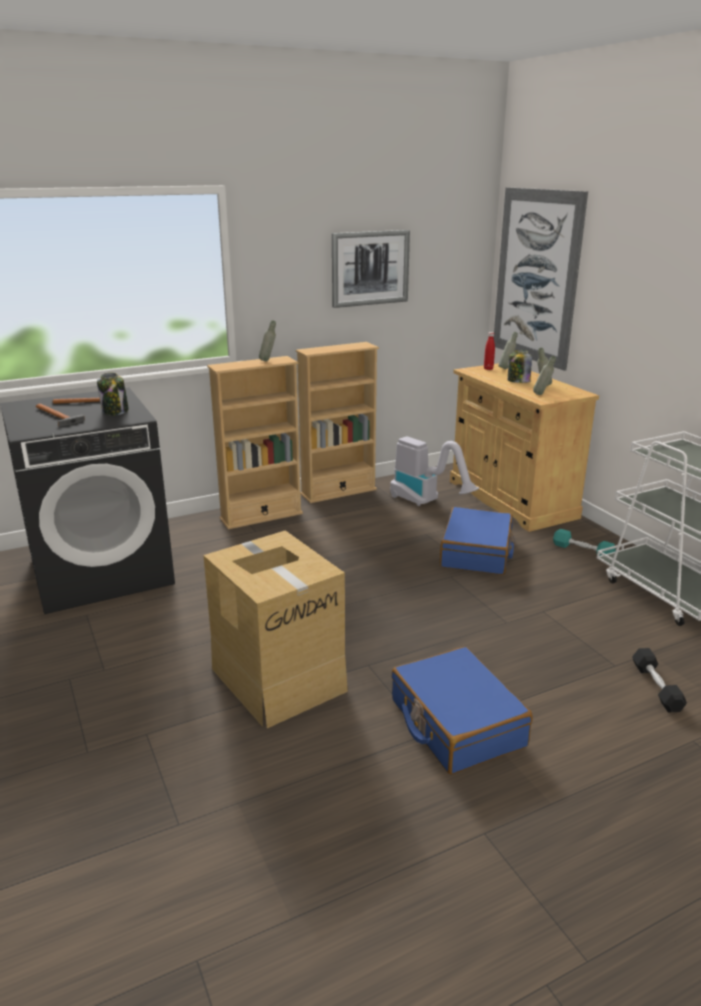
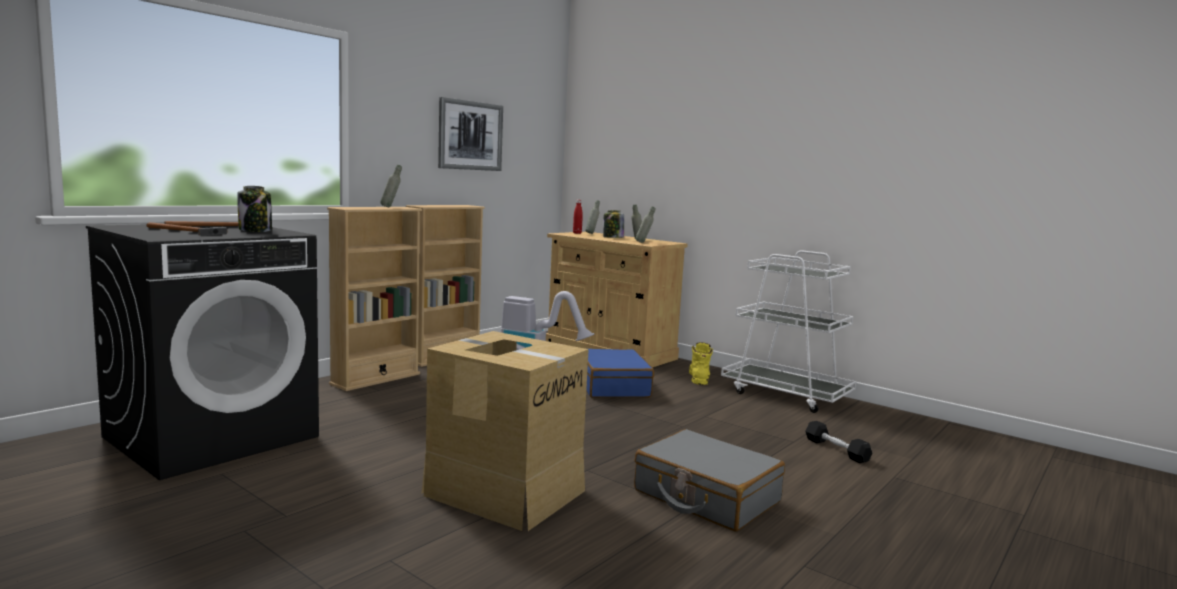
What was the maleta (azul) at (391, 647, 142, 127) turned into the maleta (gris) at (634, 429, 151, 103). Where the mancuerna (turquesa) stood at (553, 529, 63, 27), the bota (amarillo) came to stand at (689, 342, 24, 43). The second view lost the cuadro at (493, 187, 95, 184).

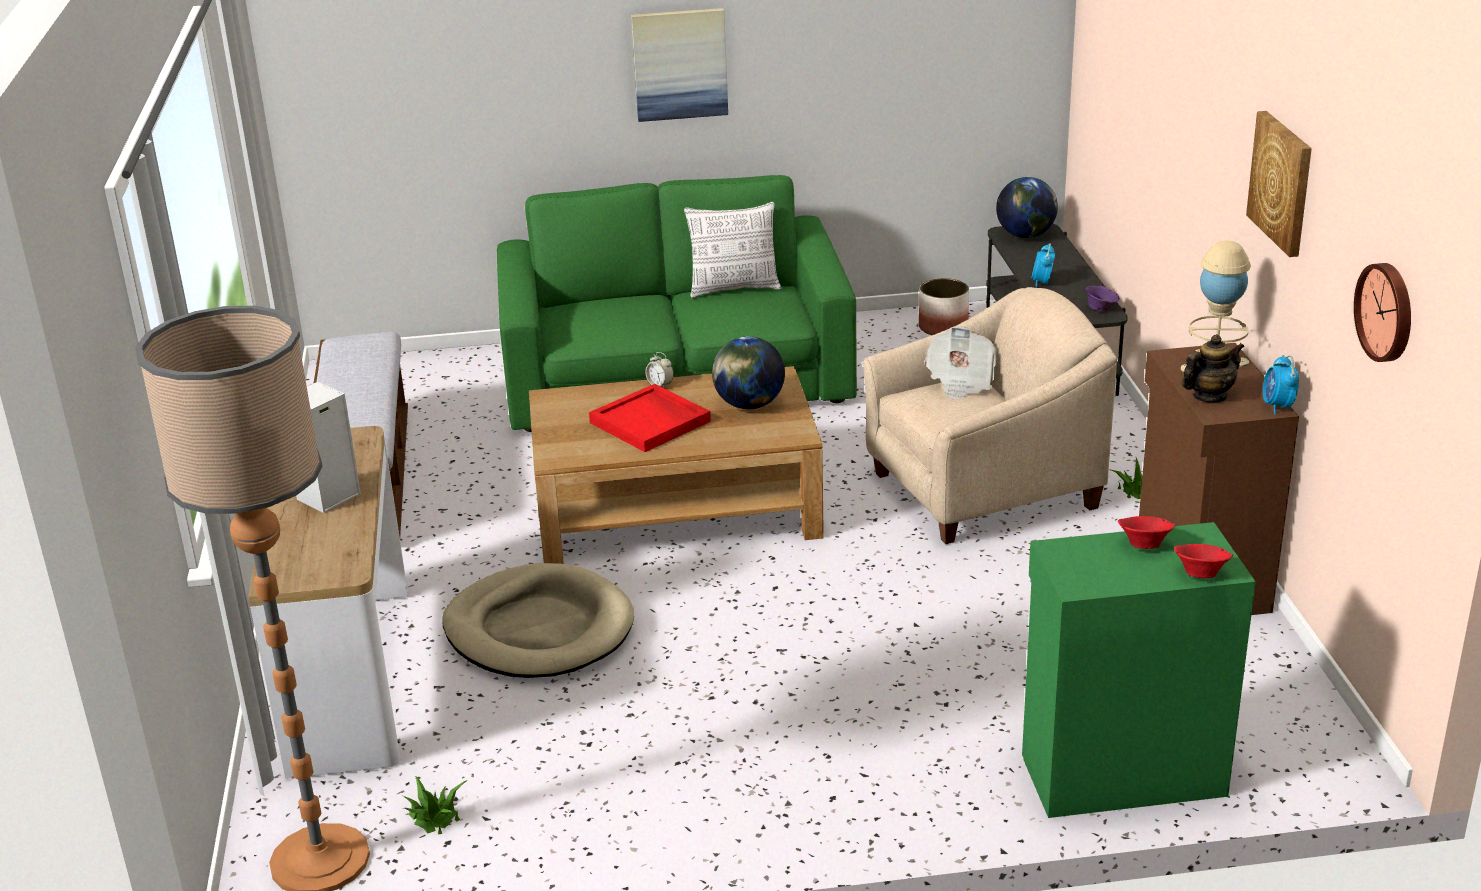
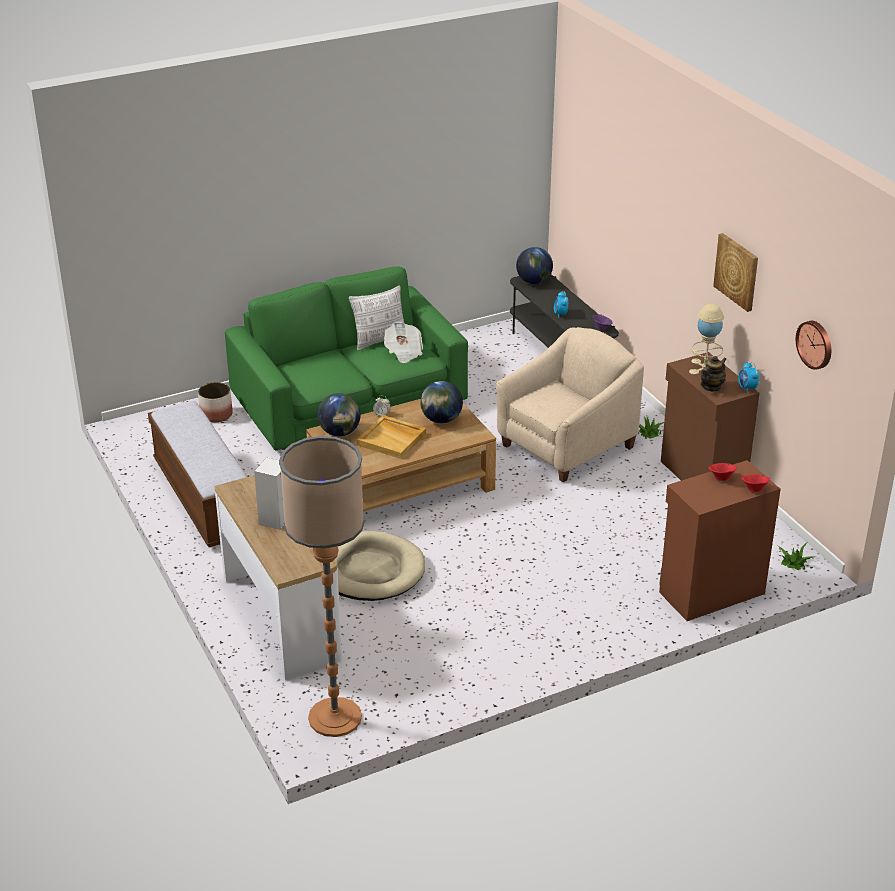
The maceta ended up elsewhere, having gone from (919, 278, 50, 57) to (198, 382, 35, 40). The second view gained the globo terráqueo at (317, 393, 44, 43). What was the bandeja (rojo) at (589, 384, 122, 68) turned into the bandeja (beis) at (357, 415, 69, 44). The periódico ended up elsewhere, having gone from (925, 326, 72, 73) to (384, 321, 39, 42). What was the armario (verde) at (1022, 522, 234, 296) turned into the armario (marrón) at (659, 460, 122, 161). The planta en maceta ended up elsewhere, having gone from (403, 776, 65, 59) to (778, 543, 37, 27). The second view lost the cuadro at (631, 8, 97, 114).

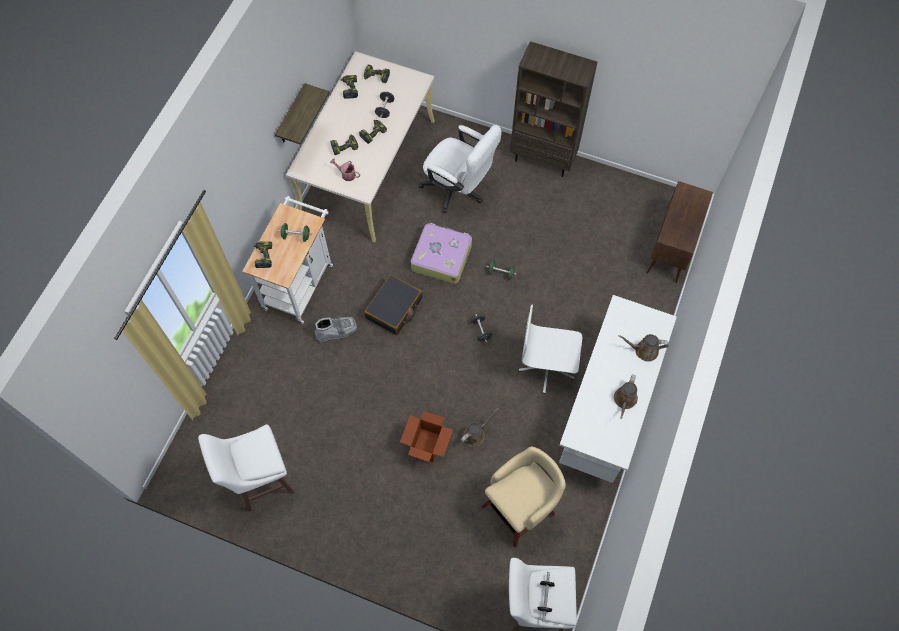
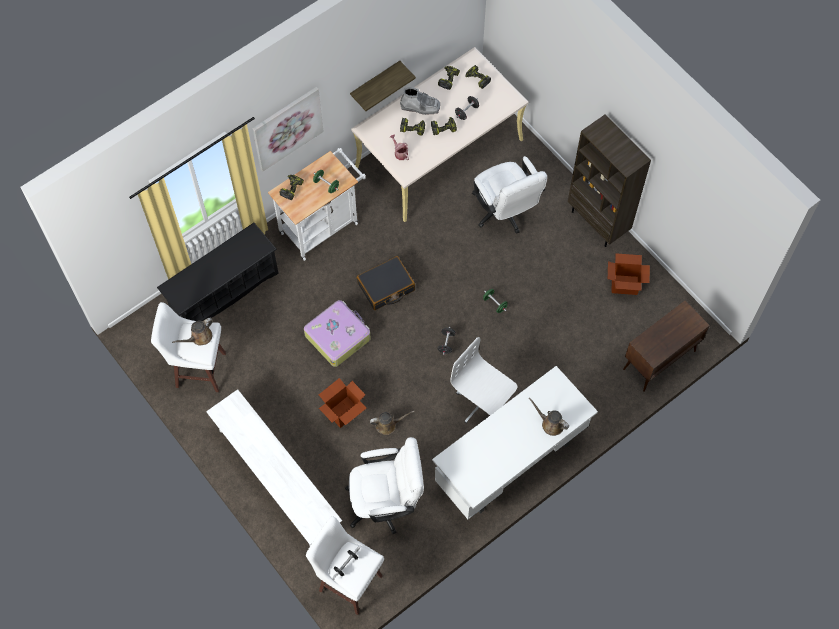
The second view gained the zapatero (negro) at (157, 223, 122, 99). The regadera (marrón) ended up elsewhere, having gone from (614, 374, 24, 45) to (172, 318, 41, 28). The second view gained the banco (blanco) at (206, 389, 136, 157). The second view gained the cuadro at (253, 87, 71, 85). The maleta ended up elsewhere, having gone from (411, 223, 61, 61) to (304, 300, 67, 67). Where the taburete (beis) stood at (482, 447, 84, 100), the silla de oficina (blanco) came to stand at (345, 437, 79, 97). The bota (gris) ended up elsewhere, having gone from (314, 317, 44, 26) to (400, 87, 40, 28). The second view gained the caja de cartón at (608, 253, 42, 42).

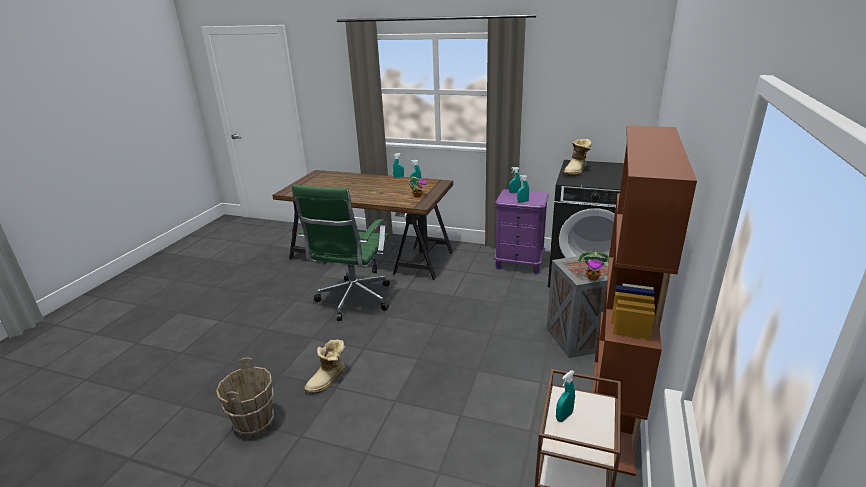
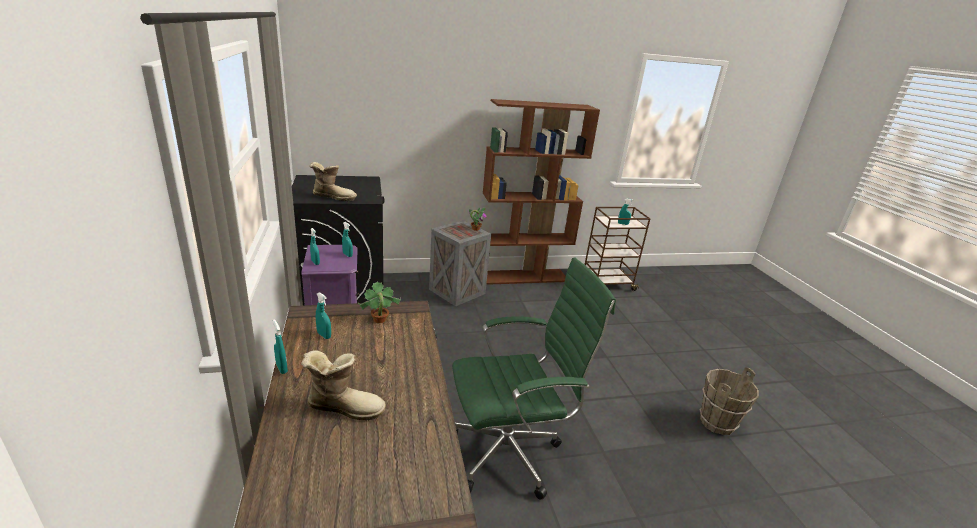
The bota ended up elsewhere, having gone from (305, 339, 40, 55) to (301, 350, 85, 70).

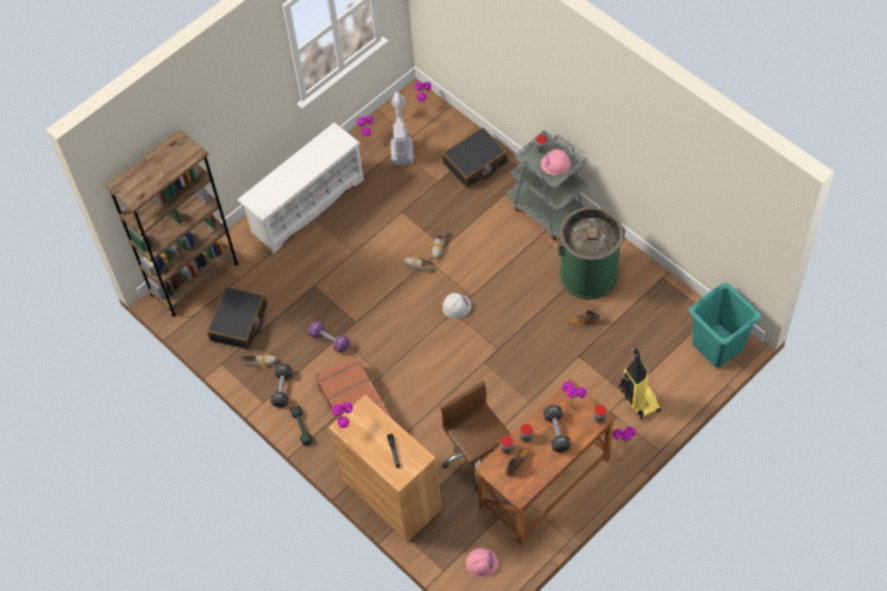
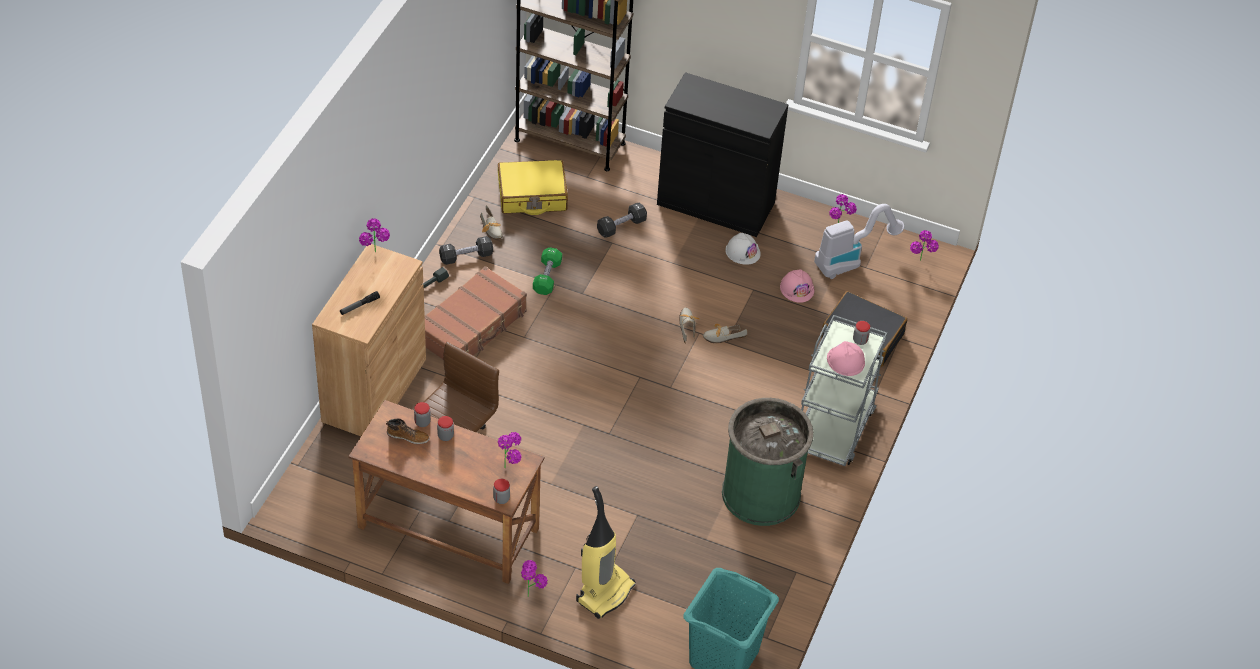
What was the maleta (negro) at (207, 287, 60, 63) turned into the maleta (amarillo) at (498, 160, 70, 55). What was the mancuerna (morado) at (308, 320, 41, 33) turned into the mancuerna (verde) at (533, 247, 29, 48). The mancuerna (negro) ended up elsewhere, having gone from (543, 404, 28, 48) to (597, 203, 50, 35). Where the zapatero (blanco) stood at (238, 122, 126, 132), the armario (negro) came to stand at (657, 72, 132, 165). The casco (blanco) ended up elsewhere, having gone from (442, 293, 30, 26) to (725, 233, 36, 32). The casco (rosa) ended up elsewhere, having gone from (466, 548, 32, 29) to (780, 269, 34, 34). The second view lost the bota at (568, 310, 32, 18).

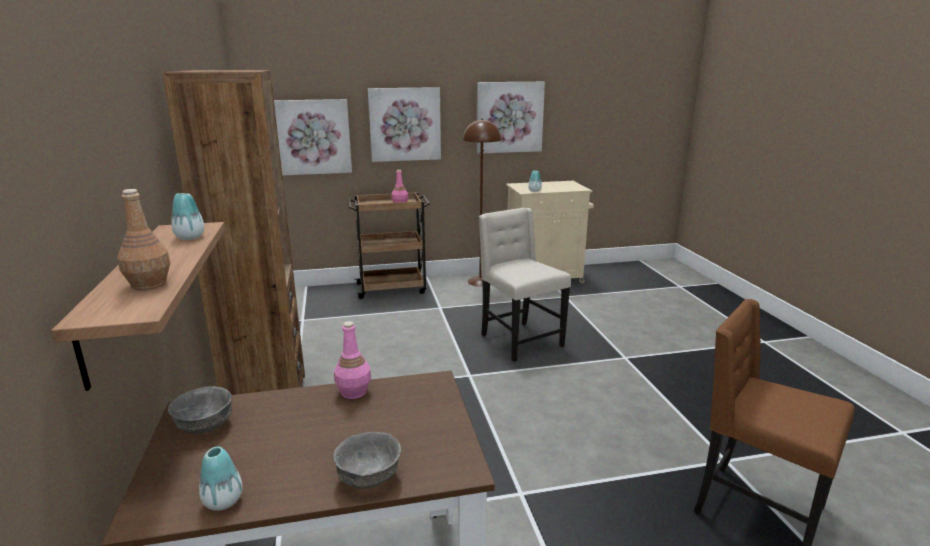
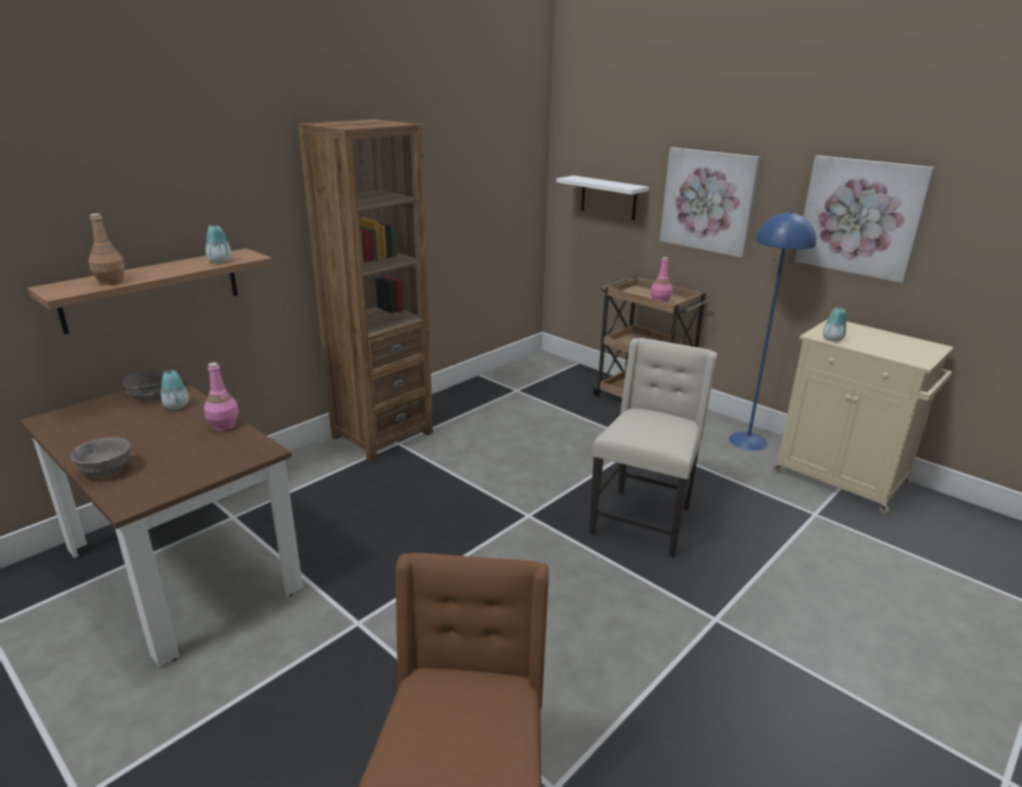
The florero ended up elsewhere, having gone from (199, 447, 44, 64) to (161, 370, 28, 40). Where the cuadro hung at (274, 99, 78, 76), the estante (blanco) came to hang at (556, 176, 93, 44). What was the lámpara de pie (marrón) at (463, 119, 38, 168) turned into the lámpara de pie (azul) at (729, 211, 87, 239).

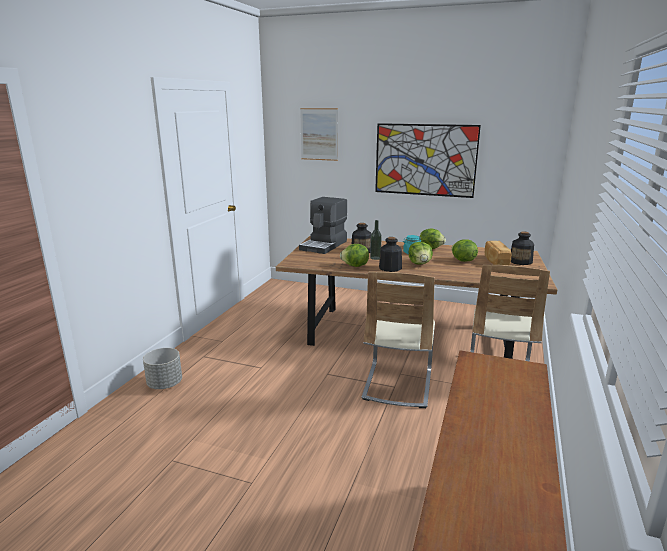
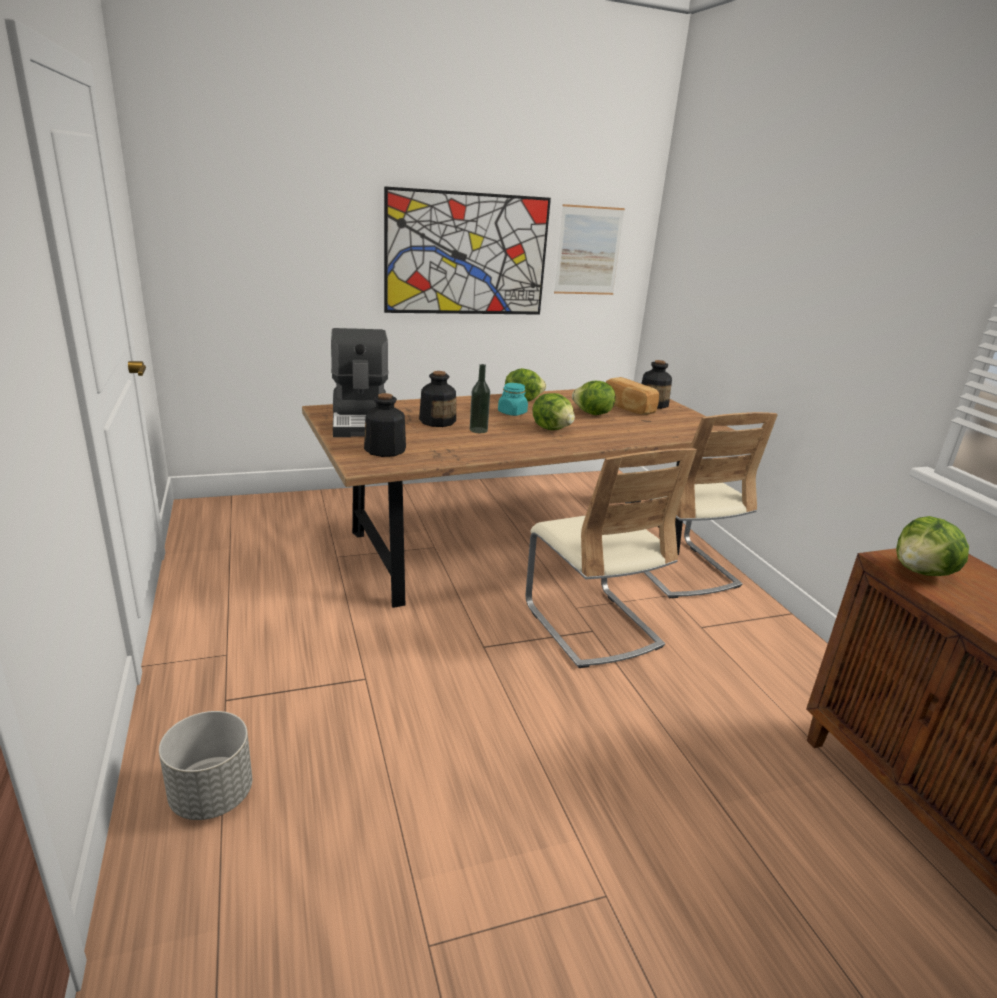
The botella ended up elsewhere, having gone from (379, 237, 23, 35) to (364, 393, 42, 64). The cuadro ended up elsewhere, having gone from (300, 108, 38, 53) to (554, 204, 71, 91). The lechuga ended up elsewhere, having gone from (340, 244, 29, 23) to (896, 516, 73, 60).

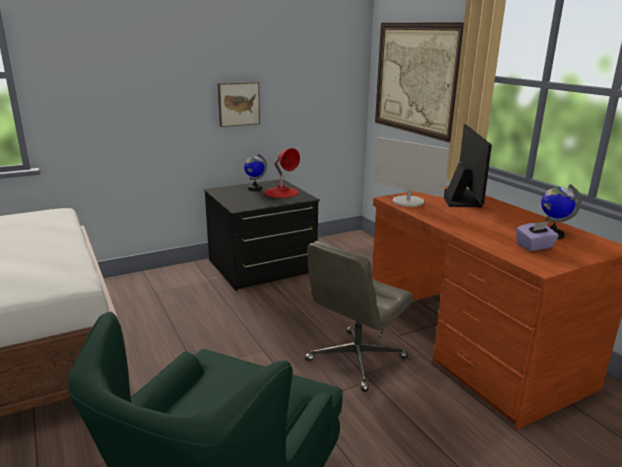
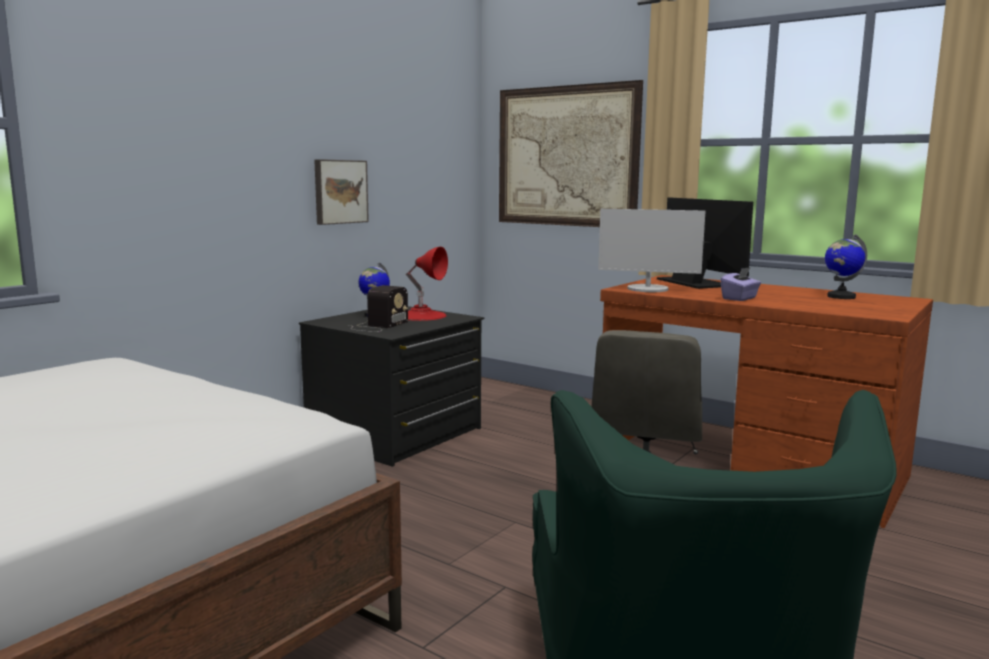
The second view gained the radio at (348, 285, 60, 47). The caja de pañuelos (morado) ended up elsewhere, having gone from (516, 221, 43, 30) to (721, 267, 40, 34).

